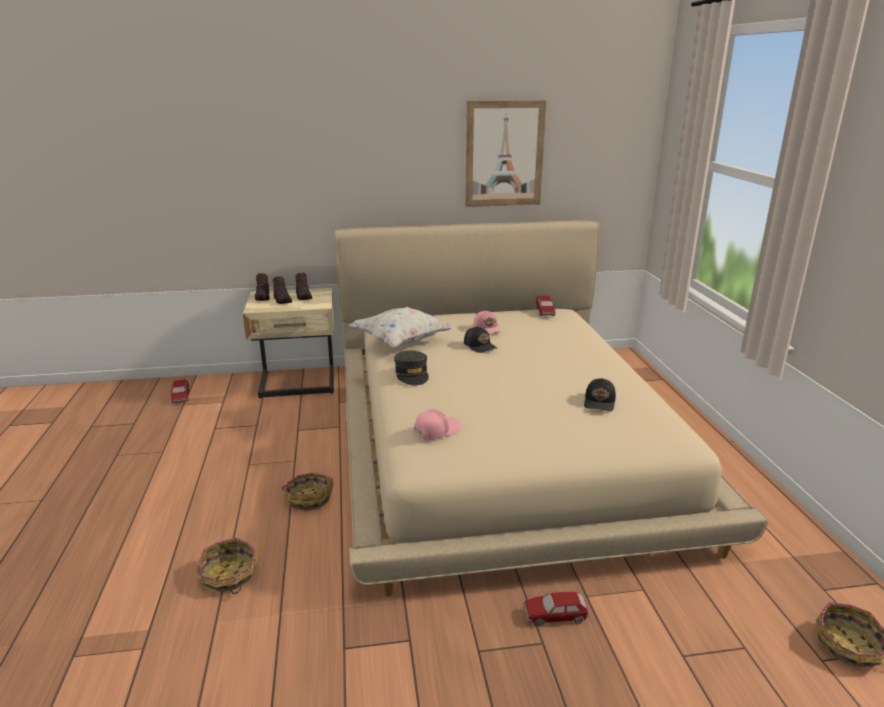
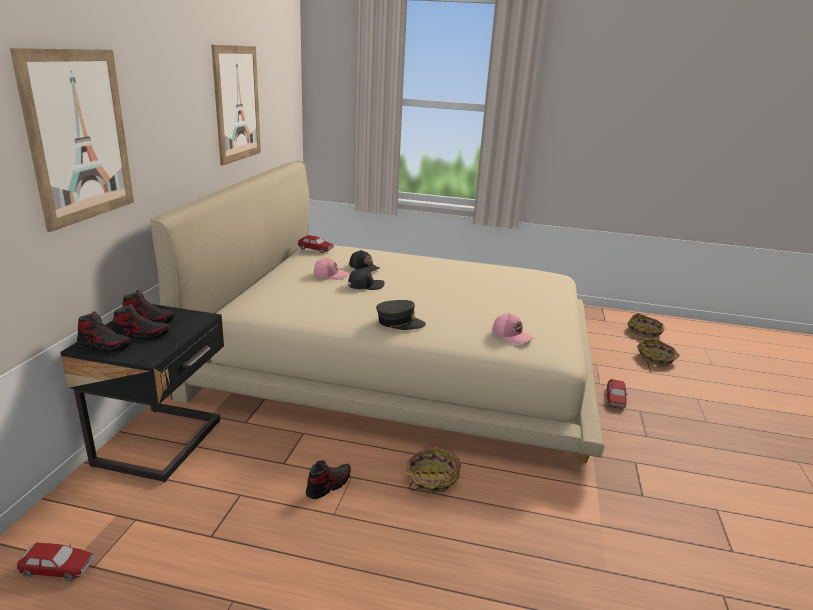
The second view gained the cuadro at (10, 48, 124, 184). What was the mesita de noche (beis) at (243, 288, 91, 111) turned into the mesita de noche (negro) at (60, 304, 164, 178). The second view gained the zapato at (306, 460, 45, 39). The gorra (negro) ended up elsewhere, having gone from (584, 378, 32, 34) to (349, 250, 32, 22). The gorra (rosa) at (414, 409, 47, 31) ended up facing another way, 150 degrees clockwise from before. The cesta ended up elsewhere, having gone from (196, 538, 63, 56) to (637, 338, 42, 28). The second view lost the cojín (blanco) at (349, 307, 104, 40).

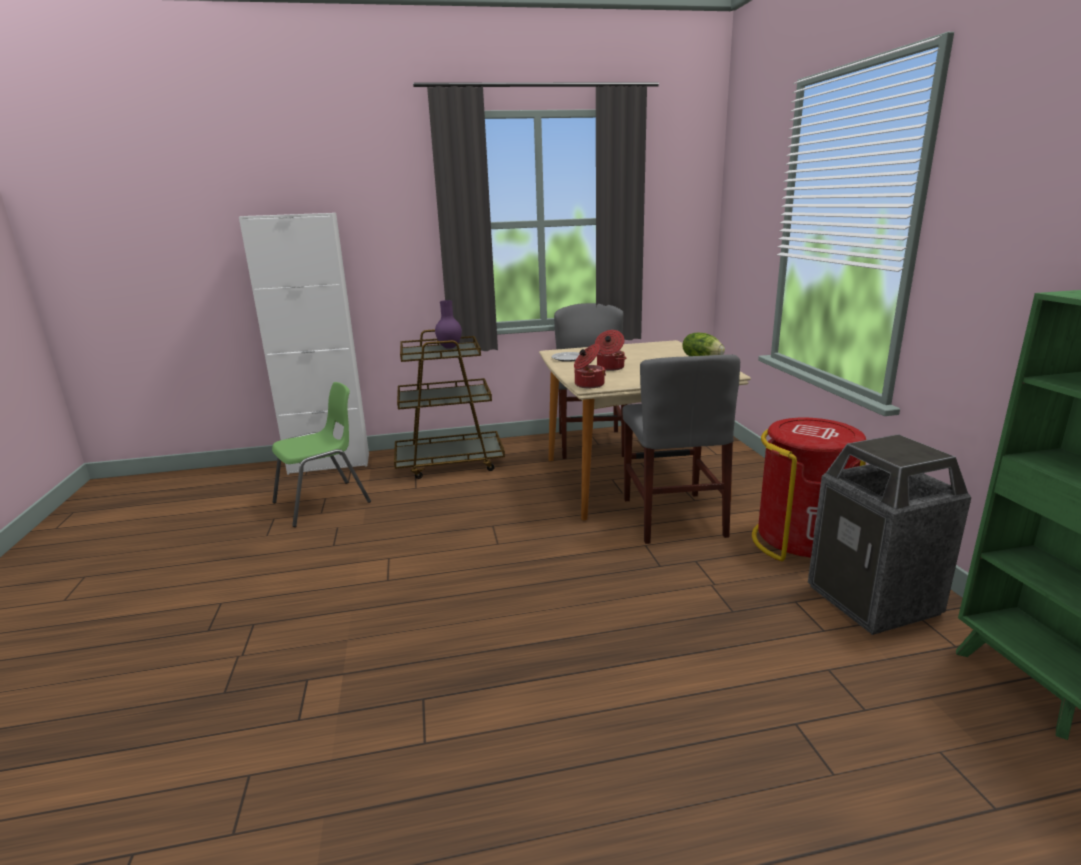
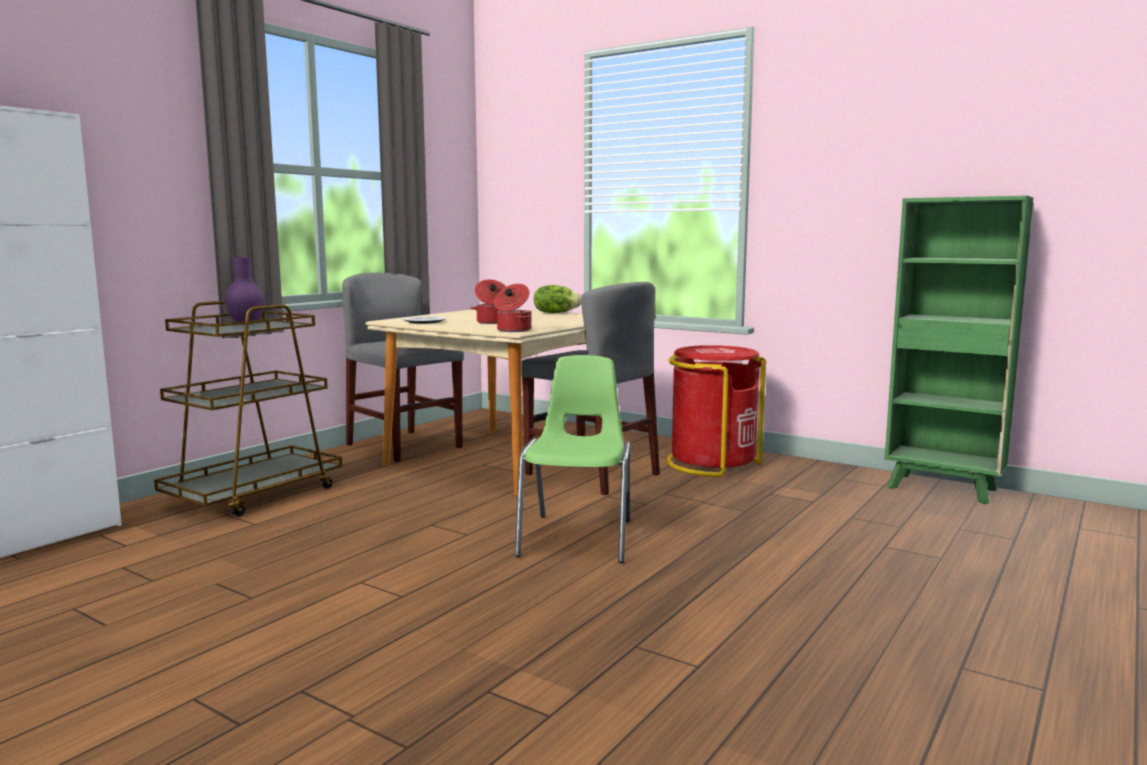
The silla (verde) ended up elsewhere, having gone from (272, 382, 99, 145) to (515, 355, 115, 208). The second view lost the papelera at (808, 434, 163, 201).

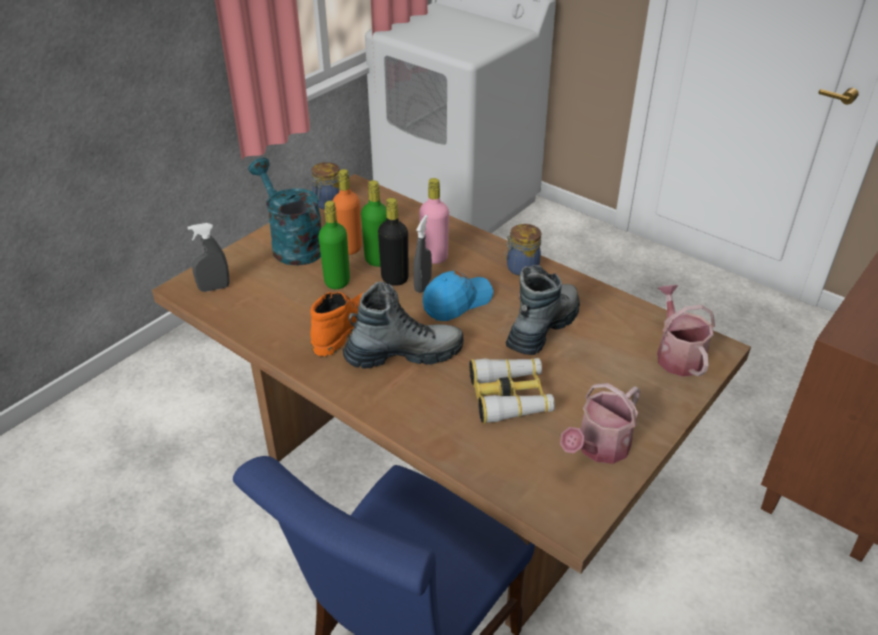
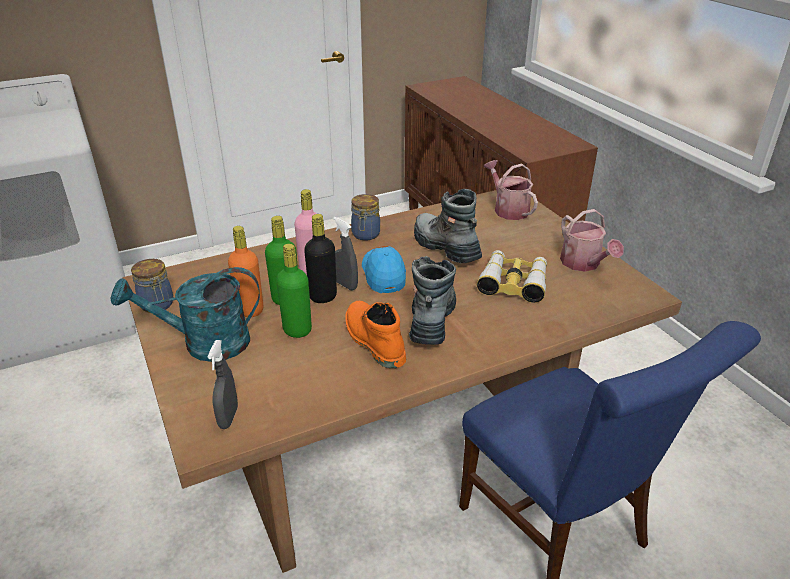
The regadera at (657, 285, 58, 92) ended up facing another way, 45 degrees clockwise from before.

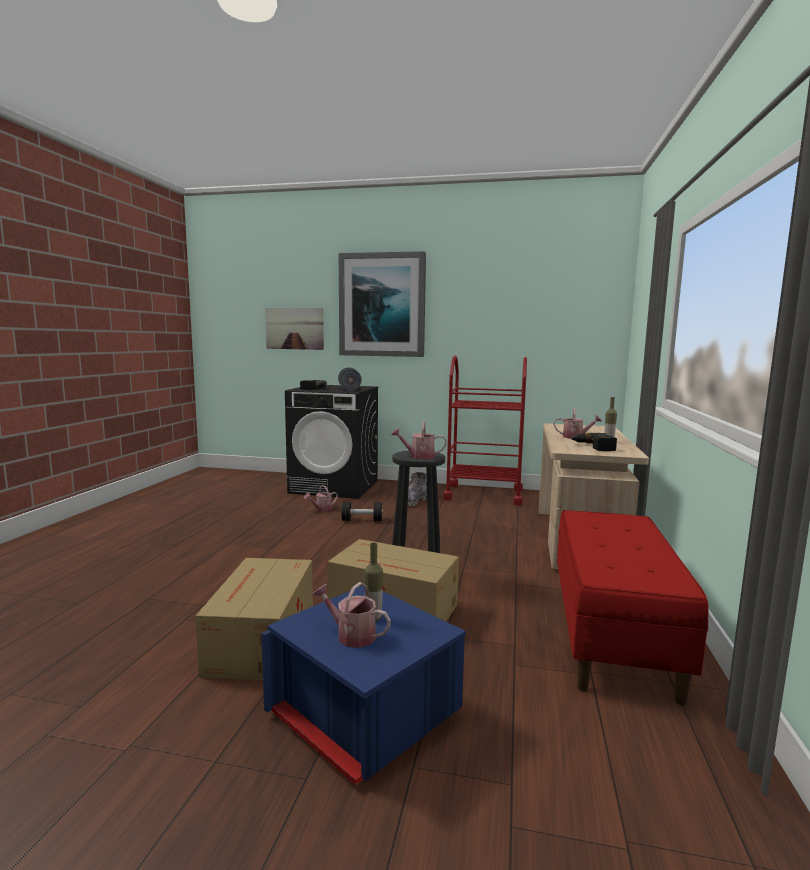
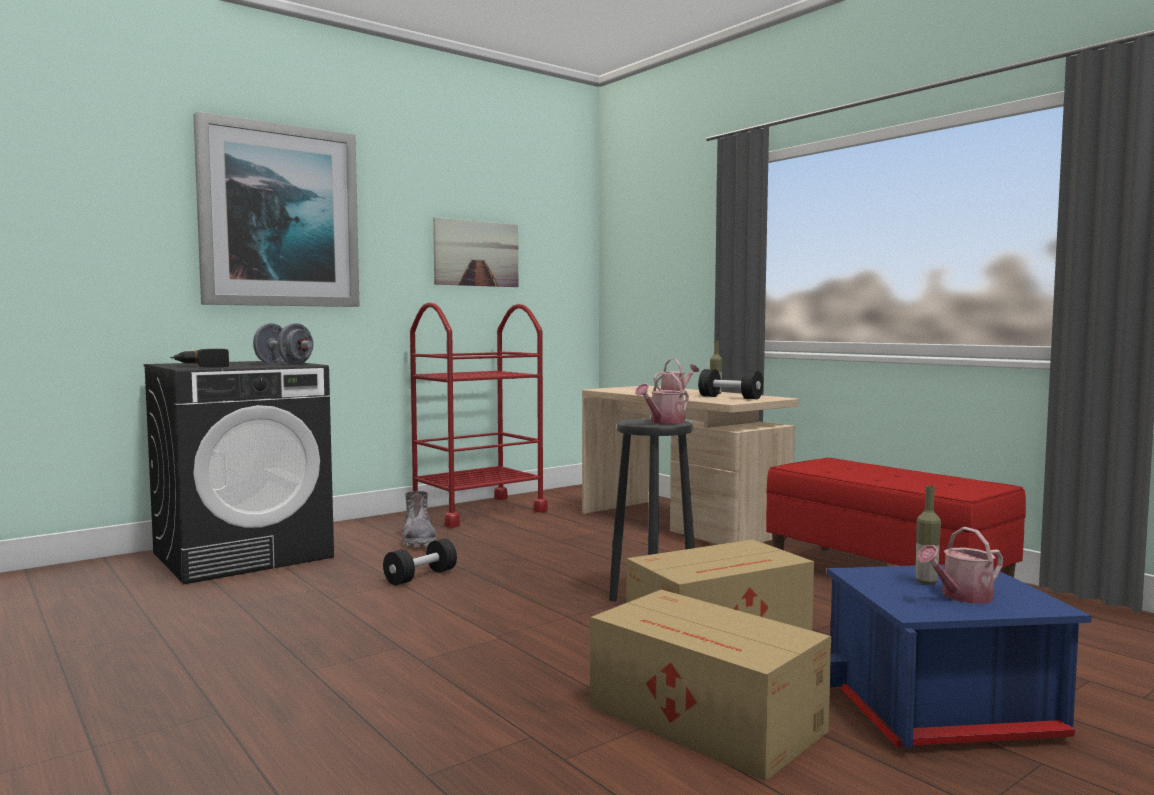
The cuadro ended up elsewhere, having gone from (265, 308, 59, 42) to (433, 217, 85, 70). Where the taladro stood at (570, 433, 47, 18), the mancuerna (negro) came to stand at (698, 369, 65, 30). The second view lost the regadera at (304, 485, 34, 26).

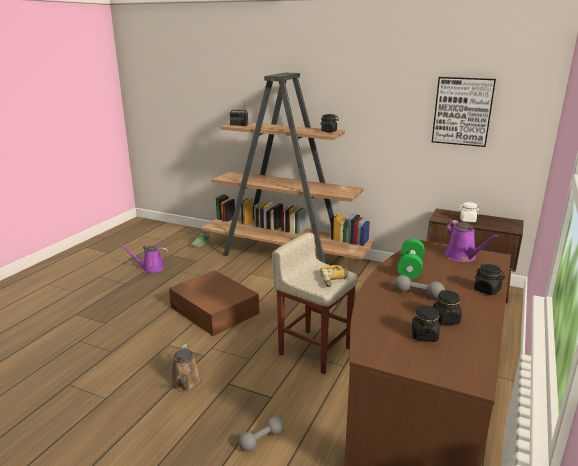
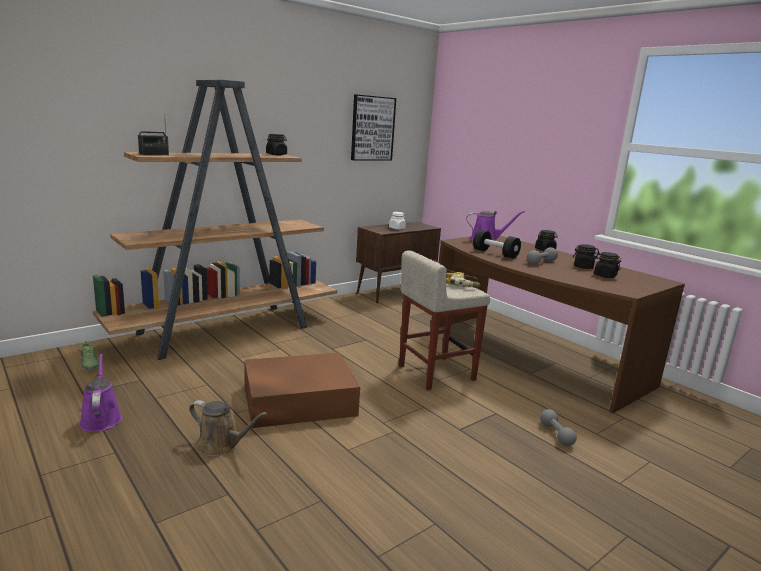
The regadera (morado) at (120, 245, 48, 28) ended up facing another way, 135 degrees clockwise from before. The regadera (marrón) ended up elsewhere, having gone from (171, 344, 31, 48) to (189, 400, 79, 56). What was the mancuerna (verde) at (398, 239, 27, 40) turned into the mancuerna (negro) at (473, 230, 48, 29).

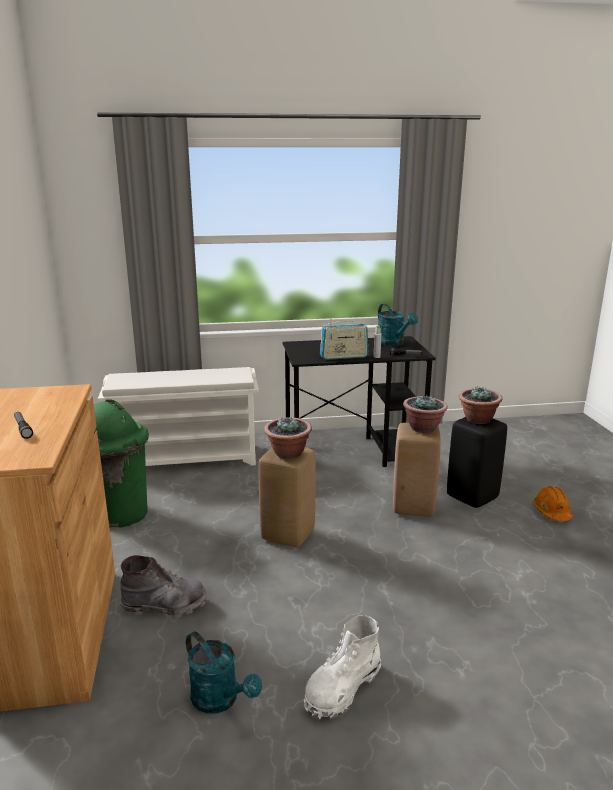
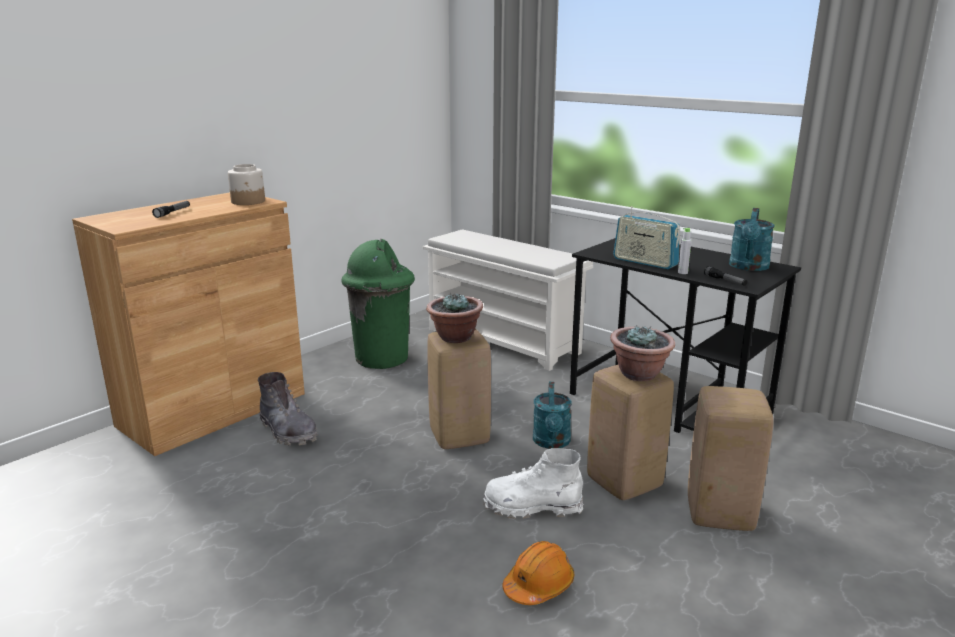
The second view gained the tarro at (228, 164, 37, 41). The bota (blanco) ended up elsewhere, having gone from (304, 615, 77, 105) to (483, 448, 100, 71). The casco (naranja) ended up elsewhere, having gone from (533, 486, 40, 35) to (503, 541, 71, 64). The regadera (turquesa) ended up elsewhere, having gone from (186, 631, 76, 83) to (533, 382, 39, 67). What was the taburete (negro) at (447, 417, 60, 91) turned into the taburete (beis) at (688, 386, 86, 145). The second view lost the planta en maceta at (459, 387, 44, 37).

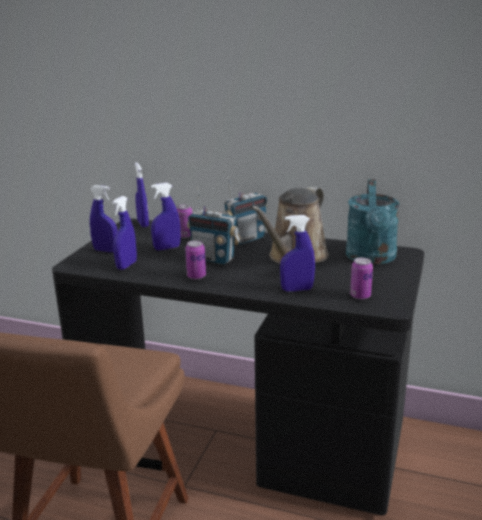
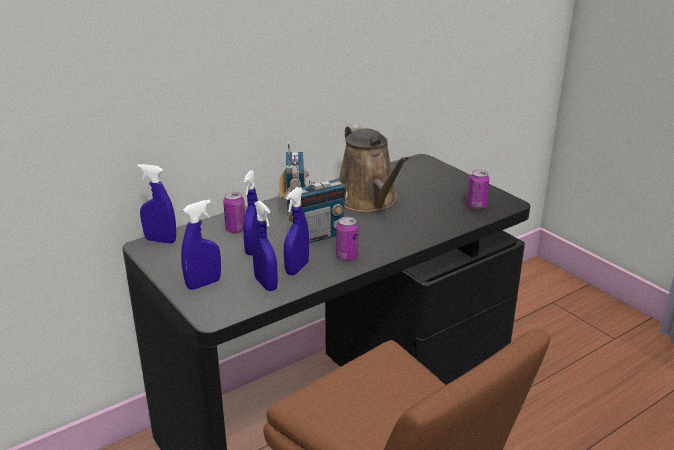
The pulverizador (azul) ended up elsewhere, having gone from (280, 215, 35, 77) to (284, 187, 25, 88). The second view lost the regadera (turquesa) at (346, 179, 54, 86).

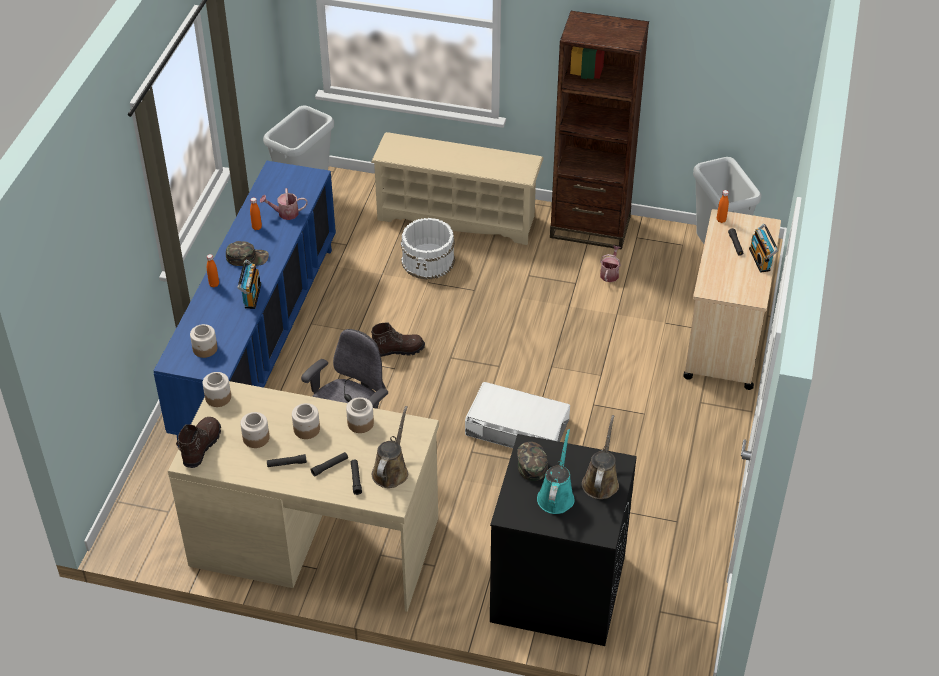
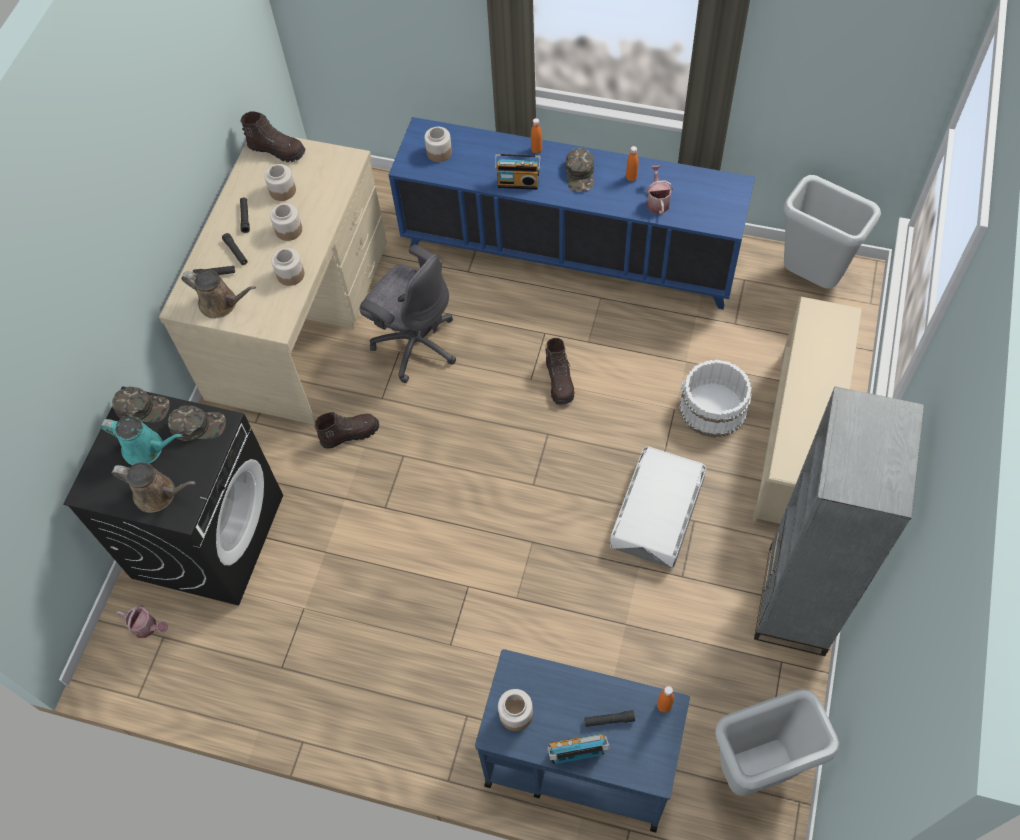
The second view gained the gorra (verde) at (112, 387, 58, 35). The regadera ended up elsewhere, having gone from (600, 245, 21, 37) to (117, 605, 51, 33). The second view gained the bota (marrón) at (314, 412, 65, 37). What was the carrito (beis) at (683, 209, 98, 181) turned into the carrito (azul) at (475, 649, 215, 183). The tarro ended up elsewhere, having gone from (203, 372, 28, 35) to (498, 689, 35, 42). The caja de almacenaje (blanco) ended up elsewhere, having gone from (465, 382, 105, 66) to (610, 446, 97, 122). What was the estantería (marrón) at (550, 11, 99, 239) turned into the estantería (gris) at (754, 387, 170, 269).

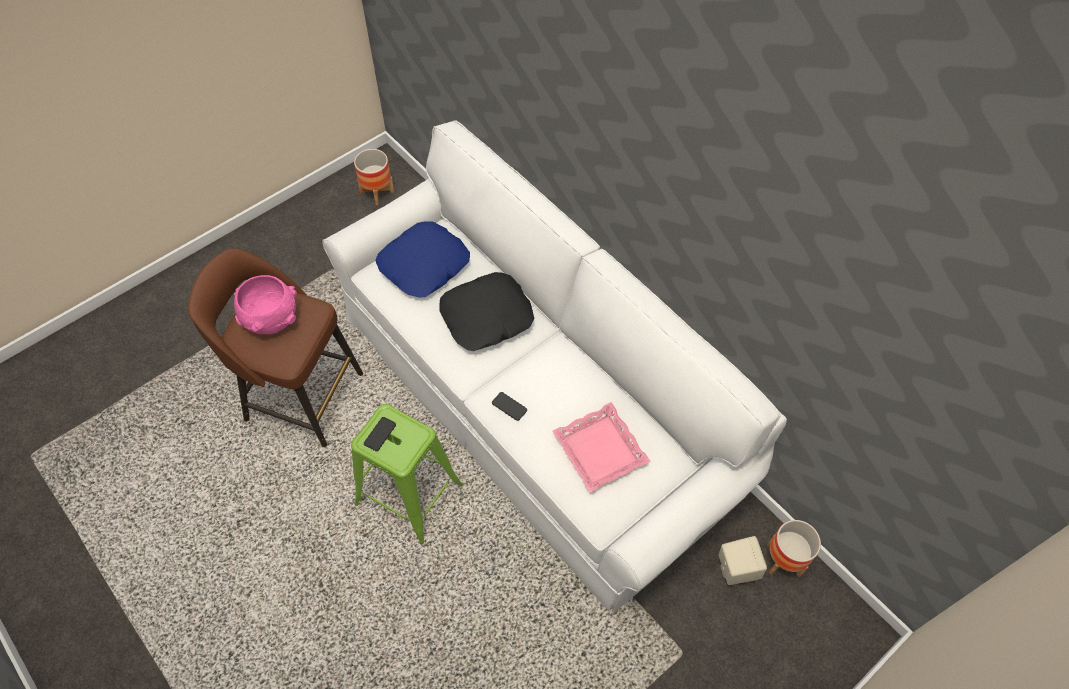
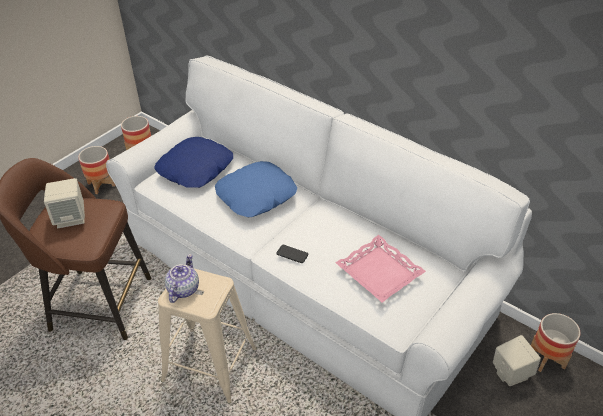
Where the cuenco (rosa) stood at (234, 275, 63, 59), the altavoz (beis) came to stand at (44, 178, 41, 50). The second view gained the maceta at (78, 146, 38, 48). What was the taburete (verde) at (351, 404, 112, 140) turned into the taburete (beis) at (158, 268, 99, 136). Where the móvil stood at (364, 417, 32, 34), the tetera came to stand at (165, 254, 34, 49). What was the cojín (negro) at (439, 272, 95, 79) turned into the cojín (azul) at (215, 161, 82, 56).

